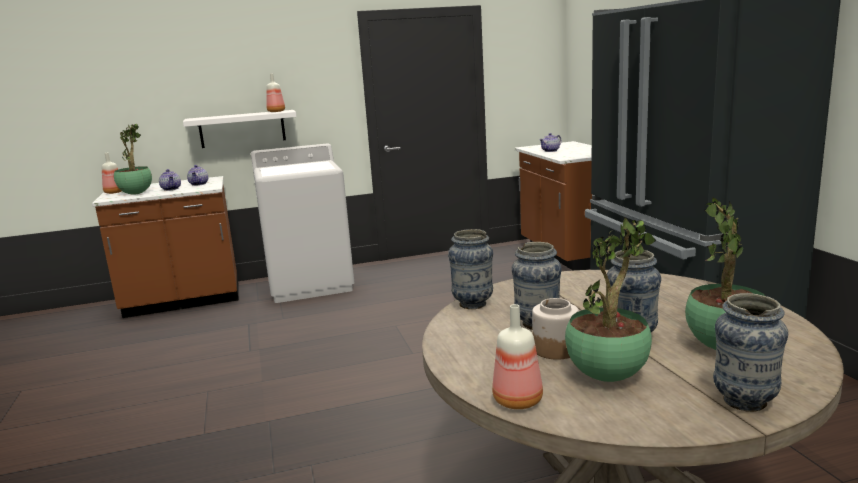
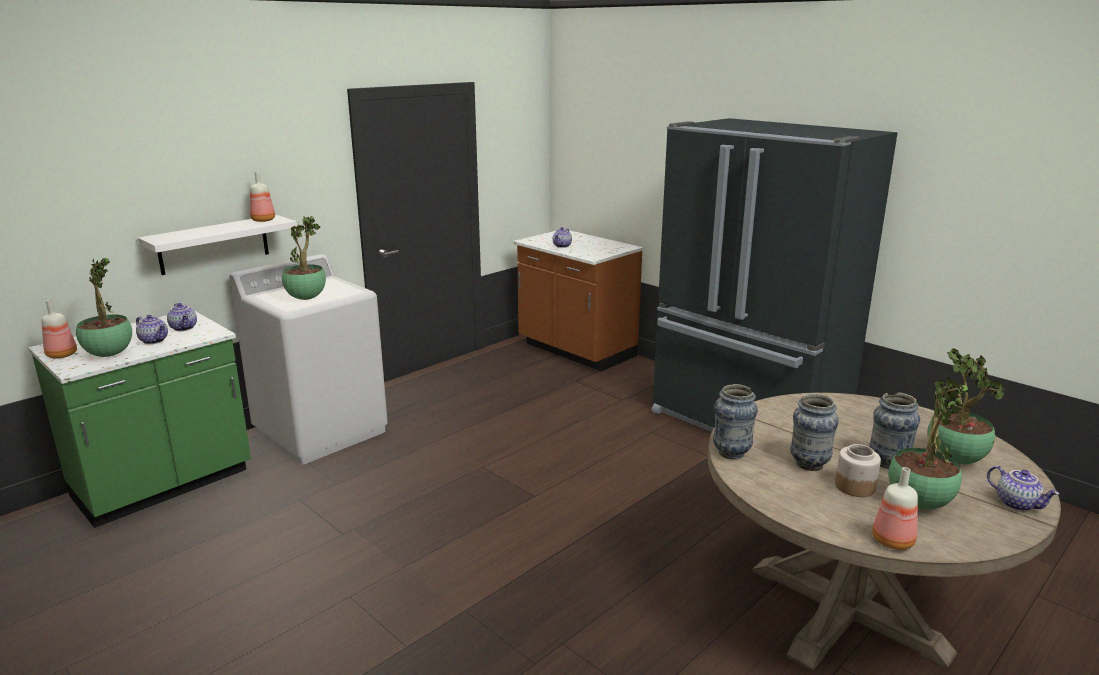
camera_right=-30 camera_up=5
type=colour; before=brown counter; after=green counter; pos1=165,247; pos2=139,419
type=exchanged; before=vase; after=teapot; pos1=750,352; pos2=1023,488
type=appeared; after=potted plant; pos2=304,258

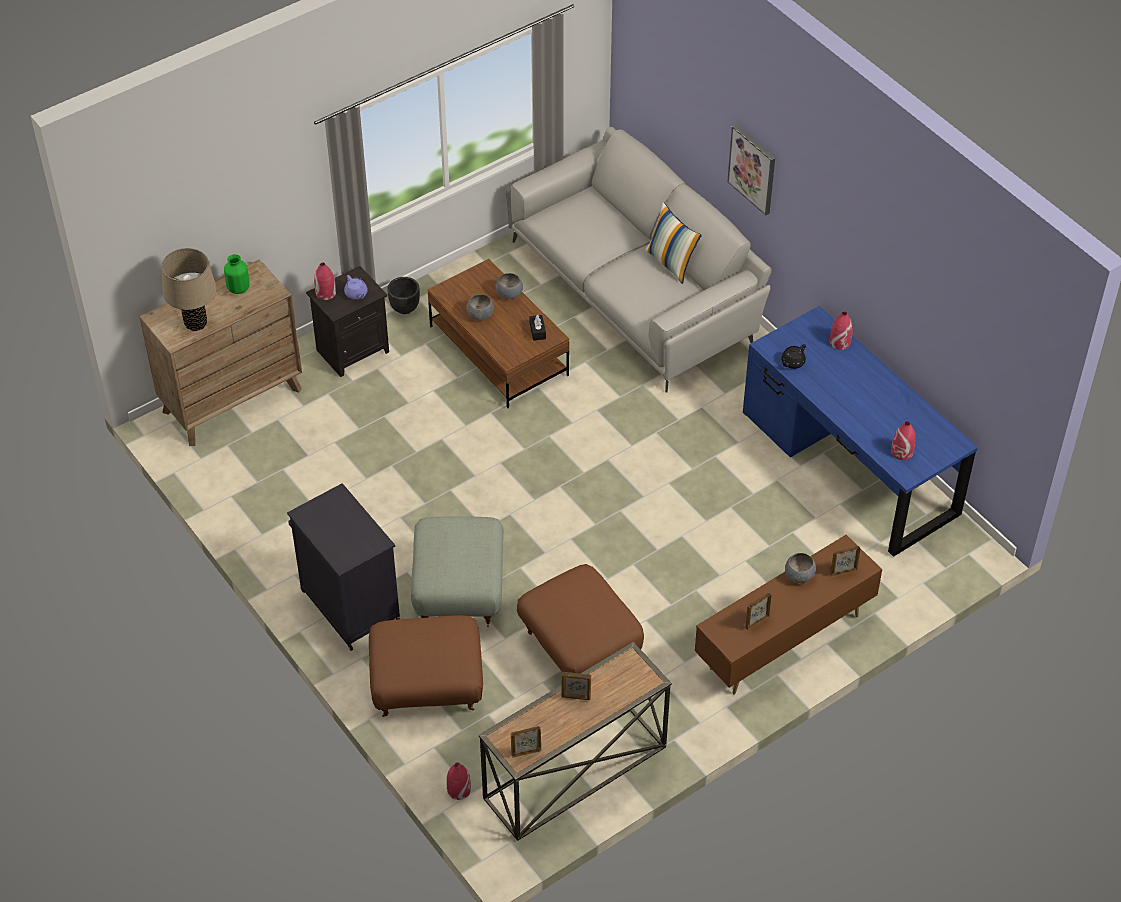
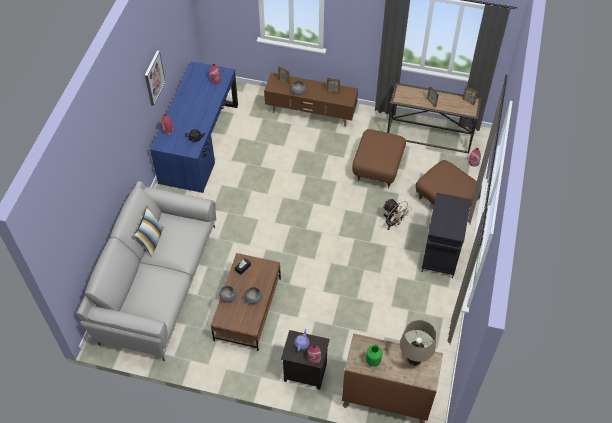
camera_right=-130 camera_up=5
type=relocated; before=picture; pos1=751,169; pos2=155,78
type=missing; before=black planter; pos1=403,295
type=exchanged; before=grey ottoman; after=beige fan; pos1=457,571; pos2=396,214

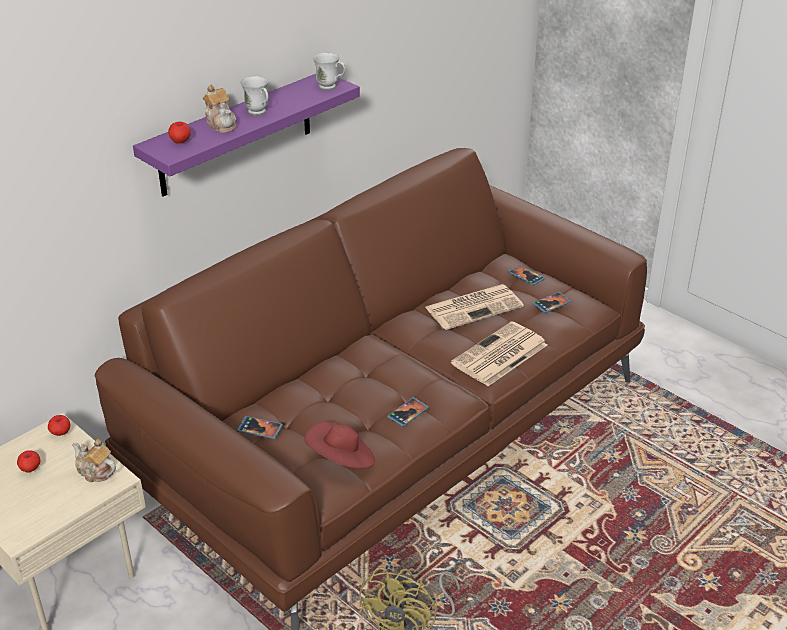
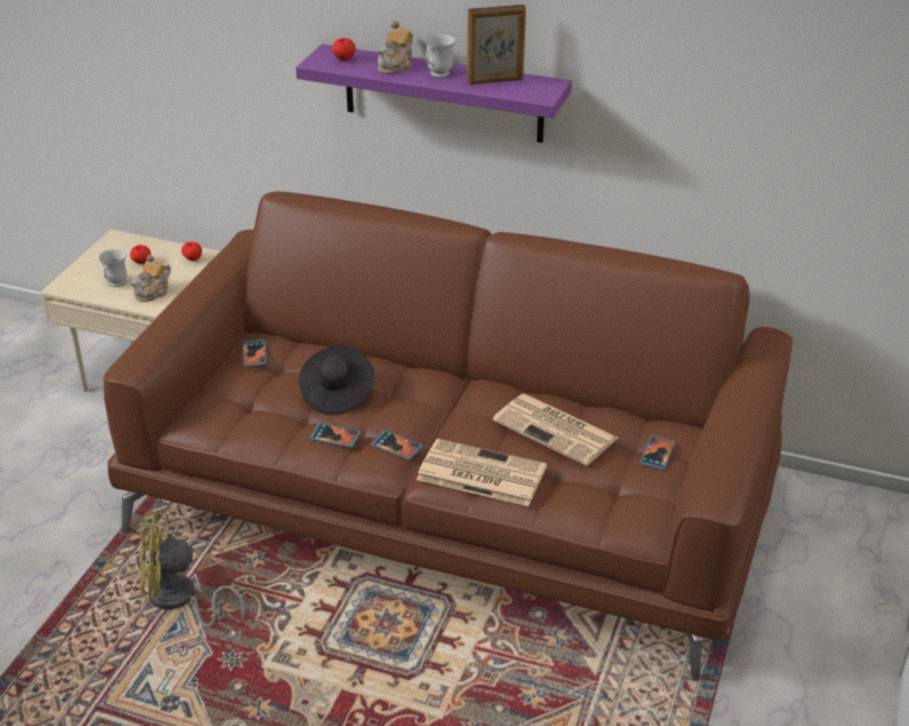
camera_right=65 camera_up=0
type=relocated; before=white mug; pos1=329,71; pos2=113,268
type=relocated; before=phone; pos1=552,302; pos2=397,445
type=missing; before=red hat; pos1=339,445
type=spun; before=teapot; pos1=94,460; pos2=150,278; turn=-150
type=appeared; after=picture frame; pos2=496,44
type=appeared; after=black hat; pos2=336,379

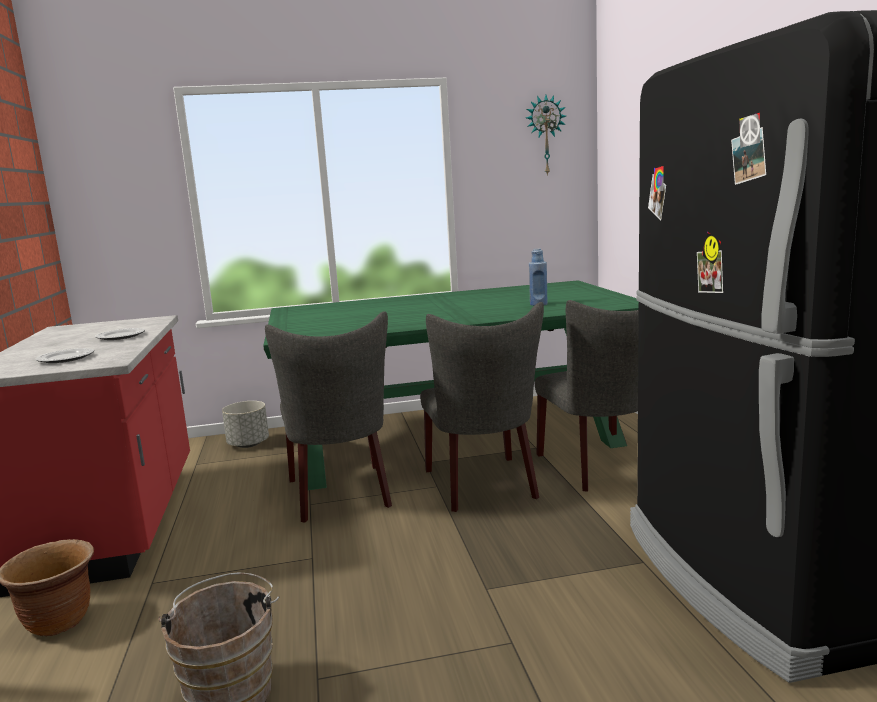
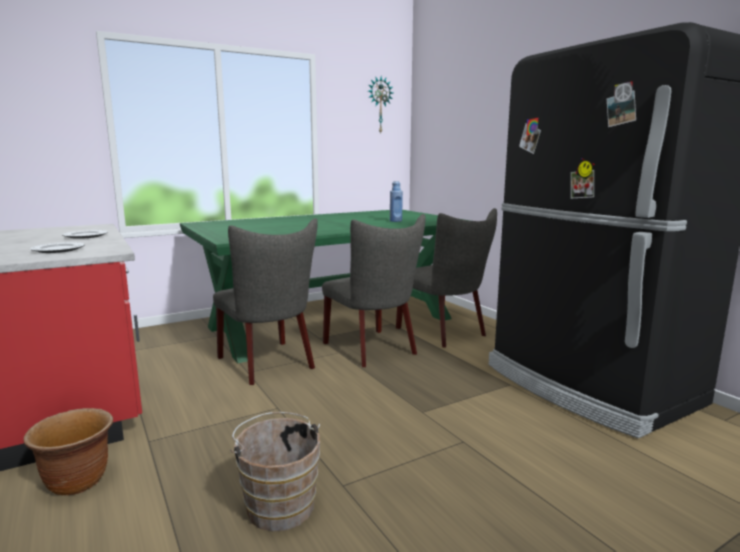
camera_right=-20 camera_up=0
type=missing; before=grey planter; pos1=245,424

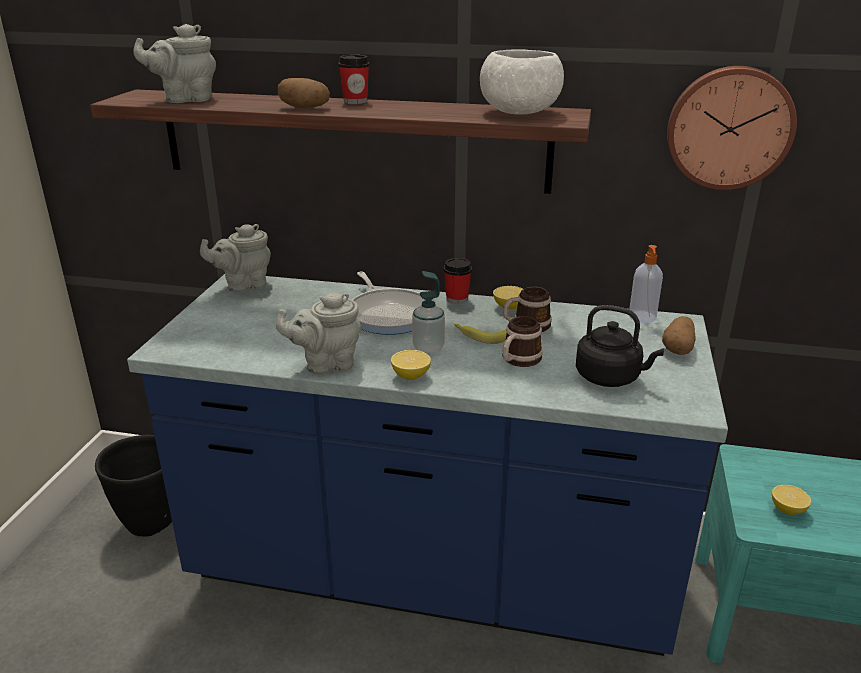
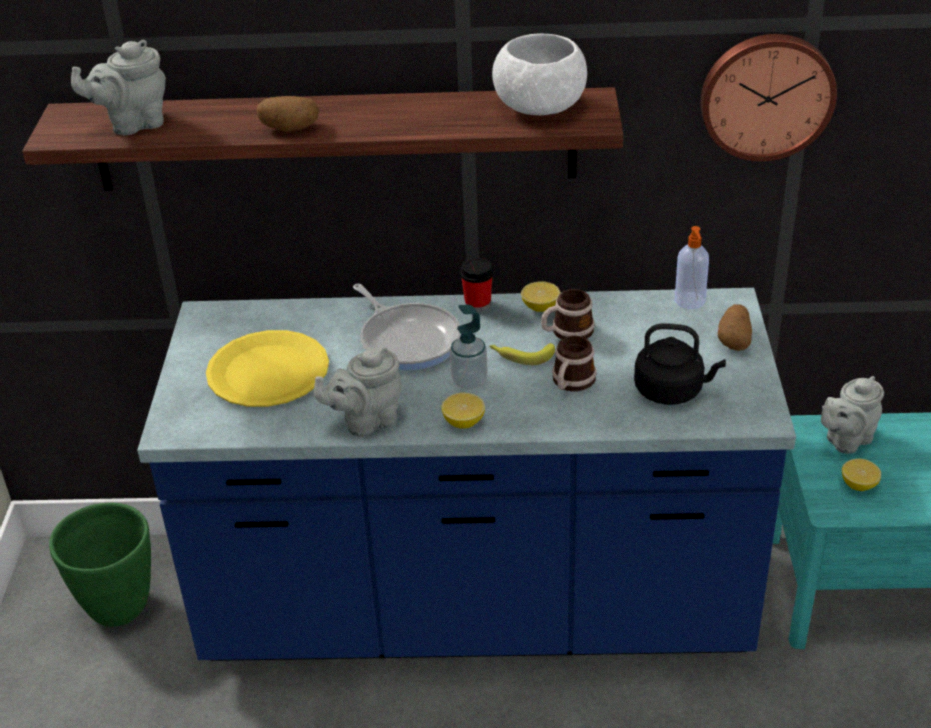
camera_right=-10 camera_up=10
type=missing; before=cup; pos1=354,79
type=relocated; before=grey teapot; pos1=235,258; pos2=852,415
type=colour; before=black planter; after=green planter; pos1=133,485; pos2=100,565
type=appeared; after=yellow plate; pos2=267,368

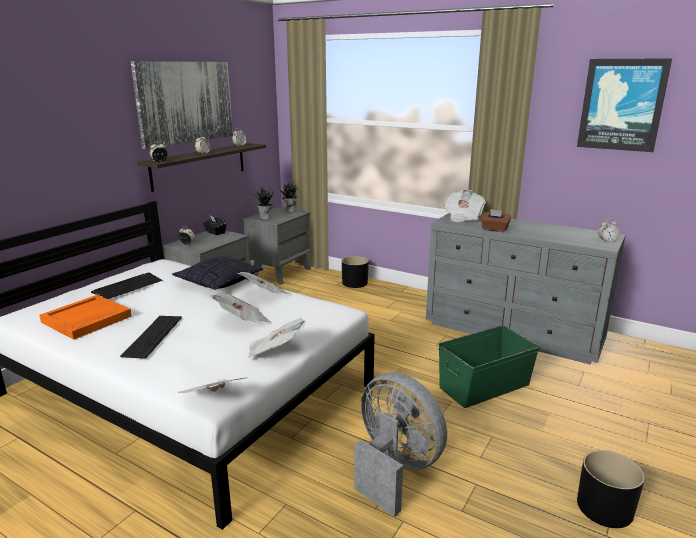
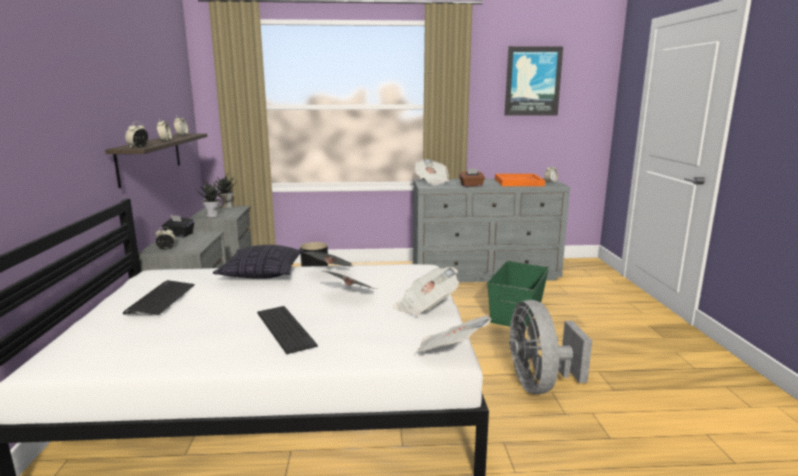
camera_right=-35 camera_up=-5
type=missing; before=picture; pos1=181,105
type=relocated; before=orange tray; pos1=85,317; pos2=520,180
type=spun; before=grey fan; pos1=400,444; pos2=550,347; turn=-105
type=missing; before=black planter; pos1=611,489

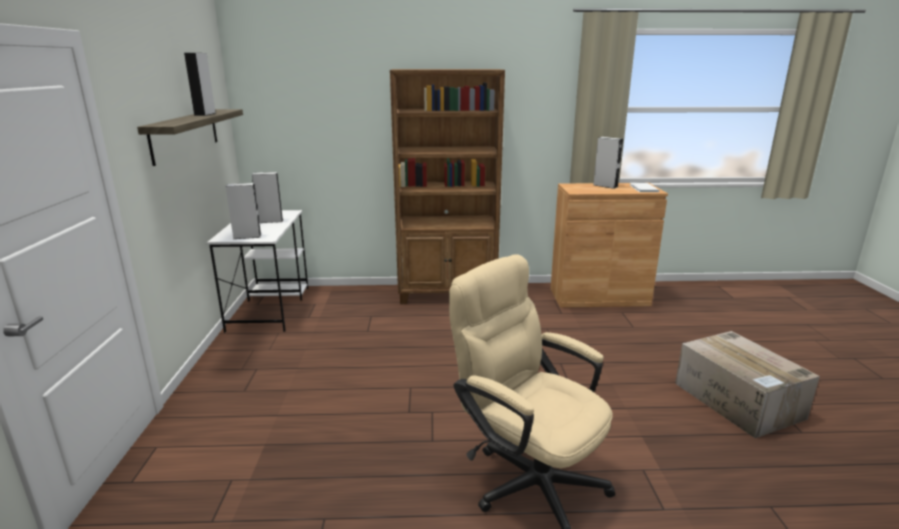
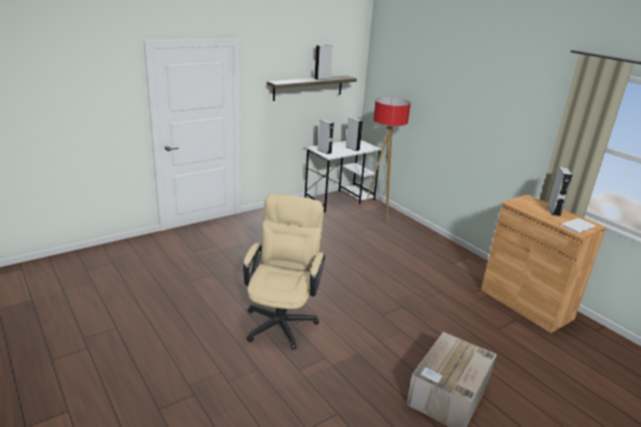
camera_right=55 camera_up=5
type=missing; before=brown bookcase; pos1=447,186
type=appeared; after=floor lamp; pos2=387,159

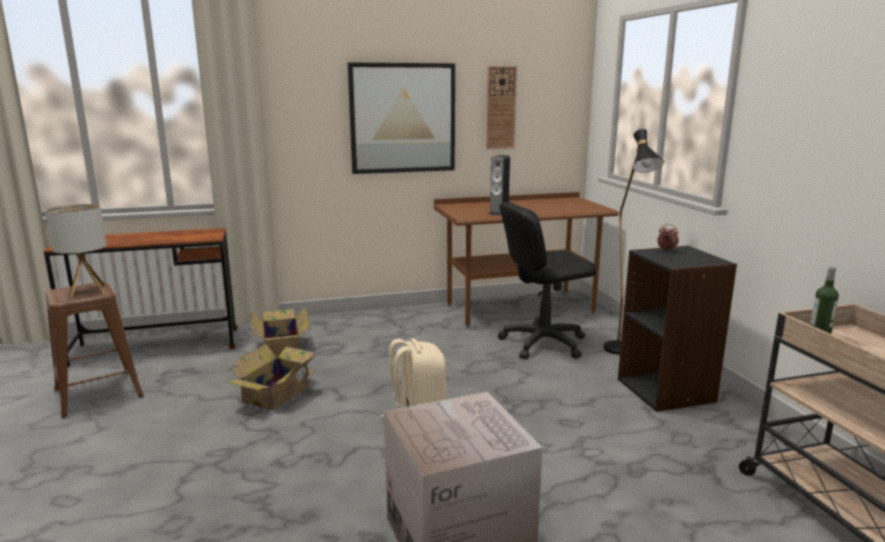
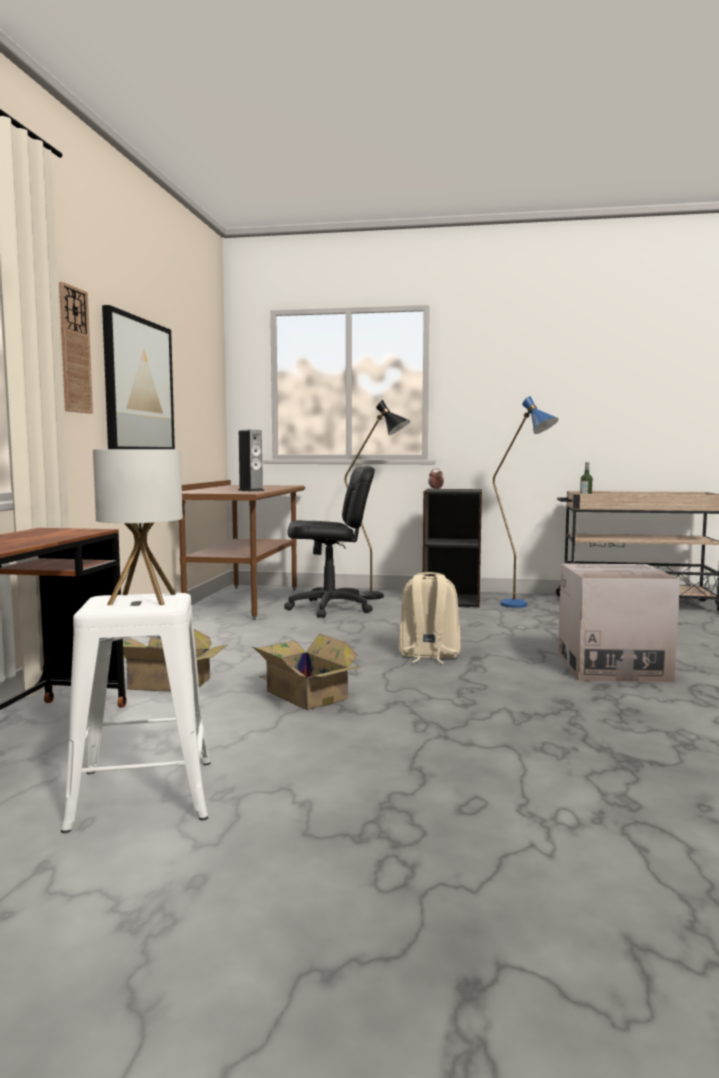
camera_right=-65 camera_up=-10
type=relocated; before=wall clock; pos1=501,107; pos2=76,348
type=spun; before=black office chair; pos1=547,280; pos2=329,542; turn=-105
type=colour; before=brown stool; after=white stool; pos1=94,350; pos2=135,713
type=appeared; after=blue floor lamp; pos2=525,502

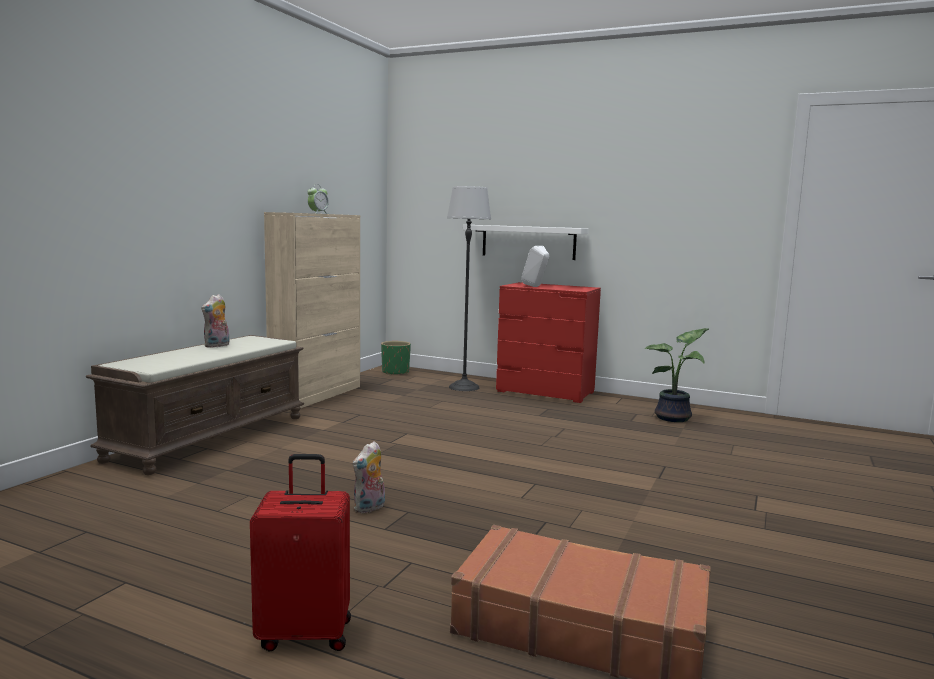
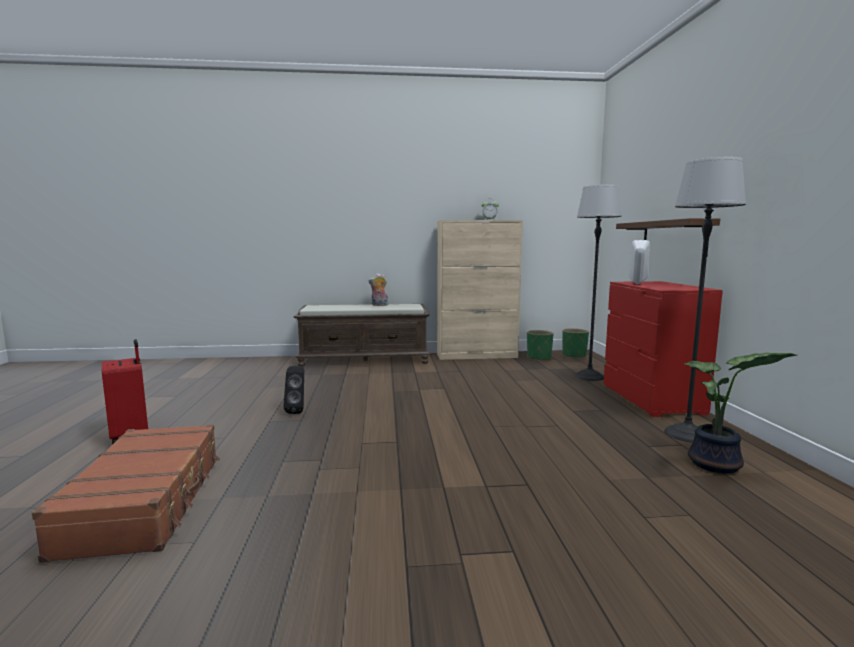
camera_right=60 camera_up=0
type=colour; before=white shelf; after=brown shelf; pos1=526,242; pos2=668,236
type=exchanged; before=plush toy; after=black speaker; pos1=369,477; pos2=294,390
type=appeared; after=floor lamp; pos2=705,299
type=appeared; after=green planter; pos2=540,345

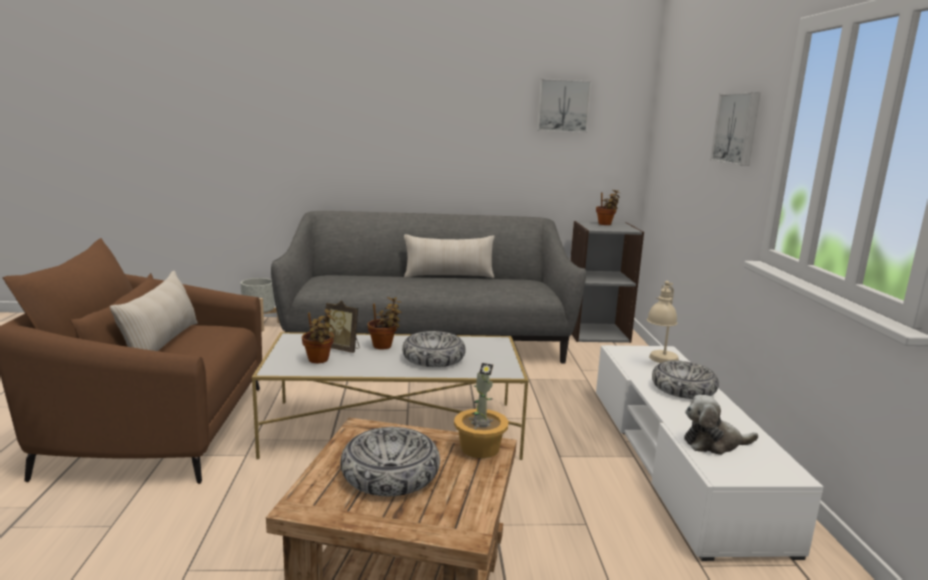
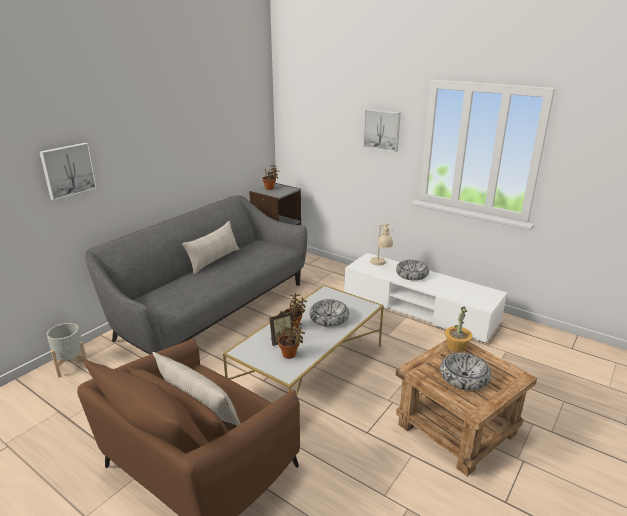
camera_right=-50 camera_up=10
type=relocated; before=picture; pos1=564,106; pos2=68,172
type=missing; before=plush toy; pos1=721,425

